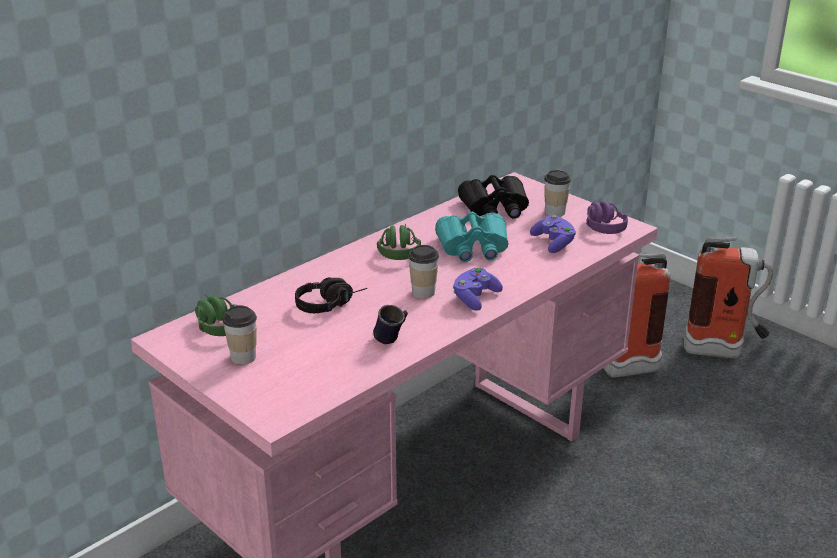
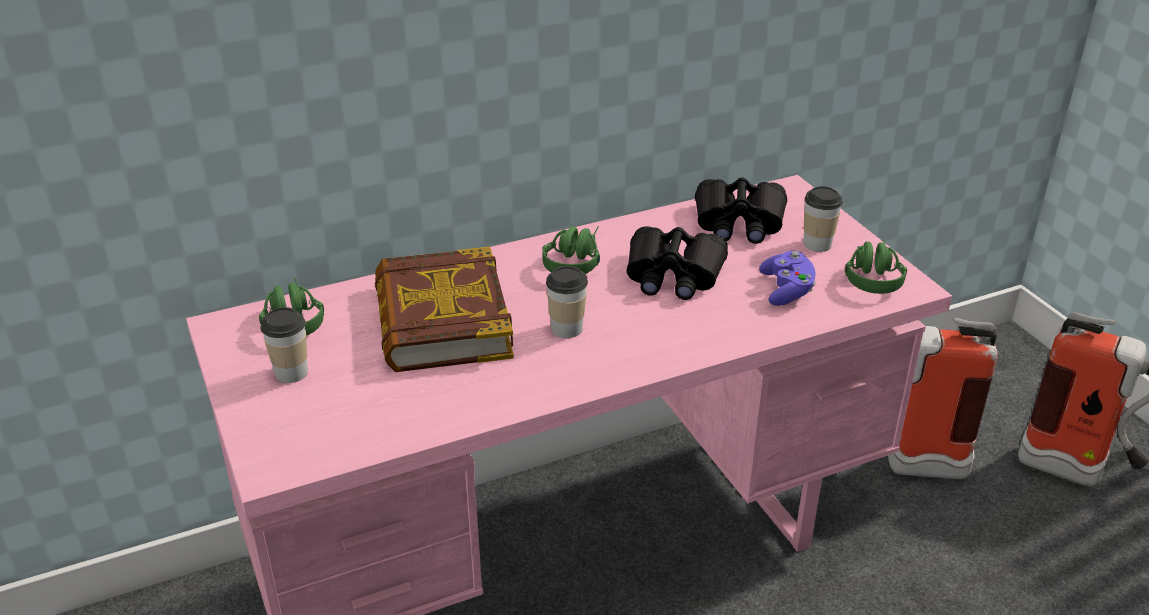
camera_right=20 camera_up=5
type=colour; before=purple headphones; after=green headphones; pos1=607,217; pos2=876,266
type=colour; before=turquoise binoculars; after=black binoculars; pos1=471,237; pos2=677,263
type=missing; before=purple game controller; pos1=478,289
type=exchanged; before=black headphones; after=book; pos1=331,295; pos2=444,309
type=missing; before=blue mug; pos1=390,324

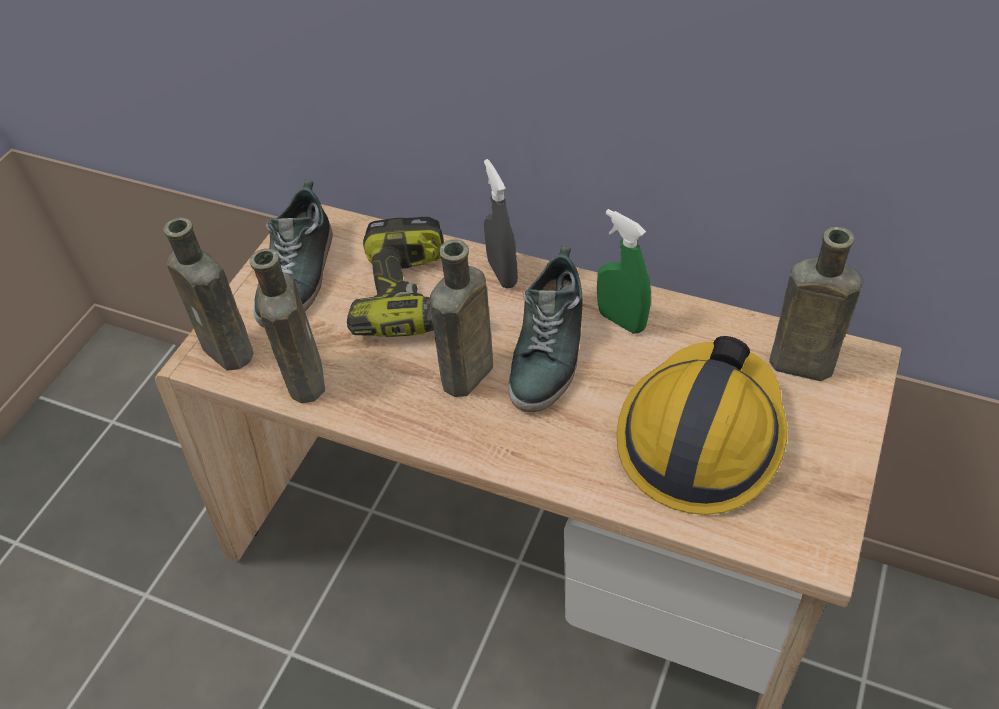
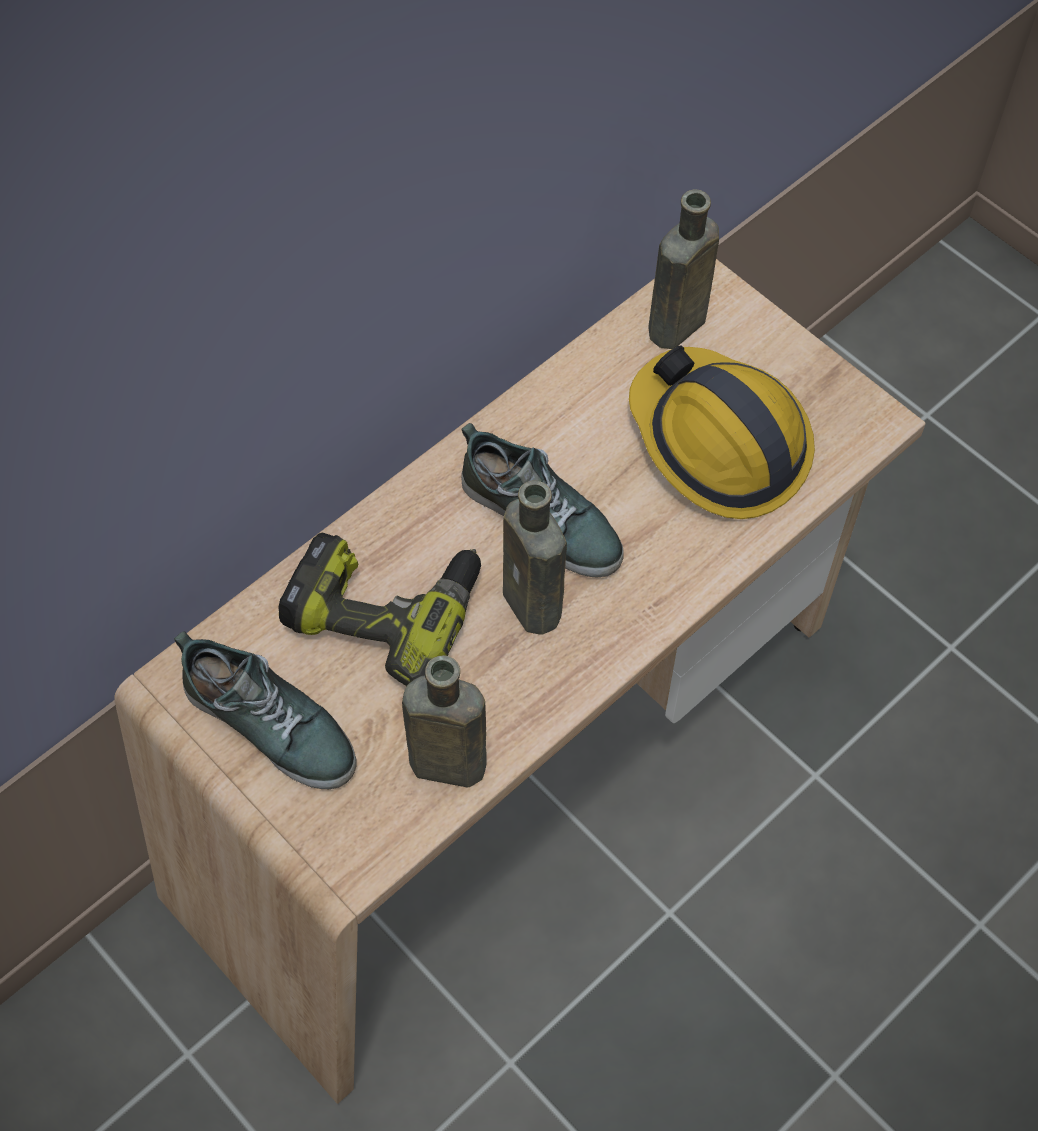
camera_right=-70 camera_up=10
type=missing; before=grey spray bottle; pos1=501,224
type=missing; before=green spray bottle; pos1=624,271
type=missing; before=brown bottle; pos1=208,294

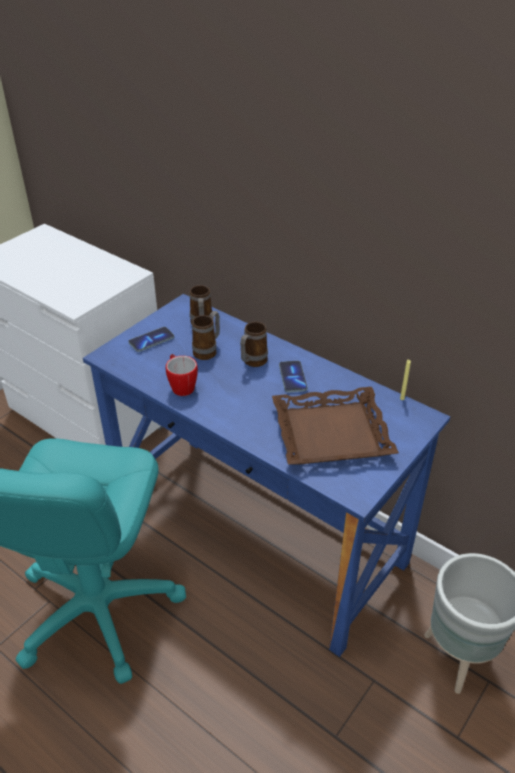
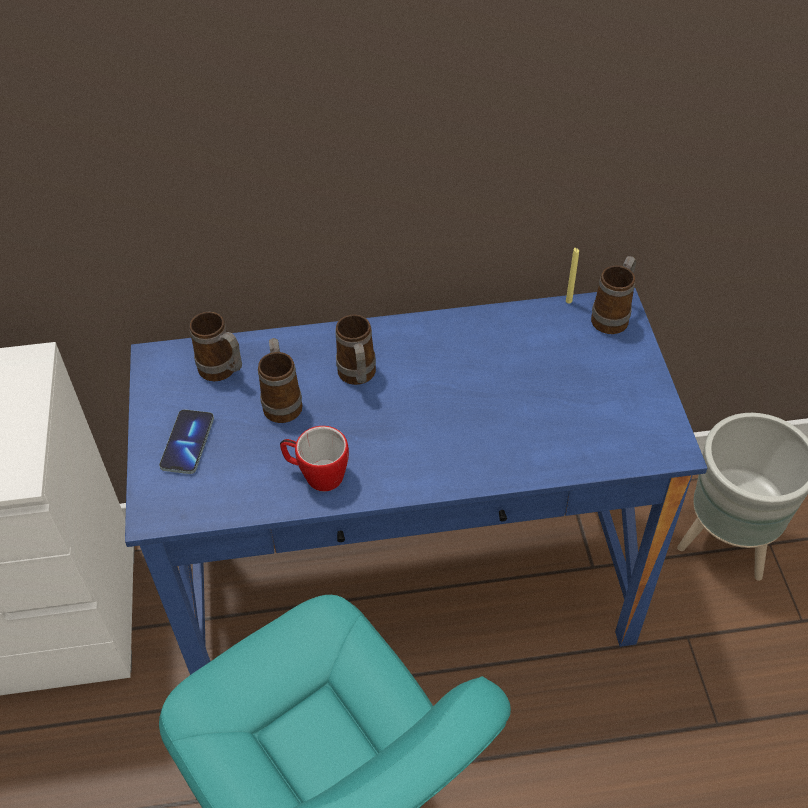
camera_right=-45 camera_up=10
type=missing; before=phone; pos1=293,377
type=missing; before=brown tray; pos1=335,426
type=appeared; after=mug; pos2=613,295

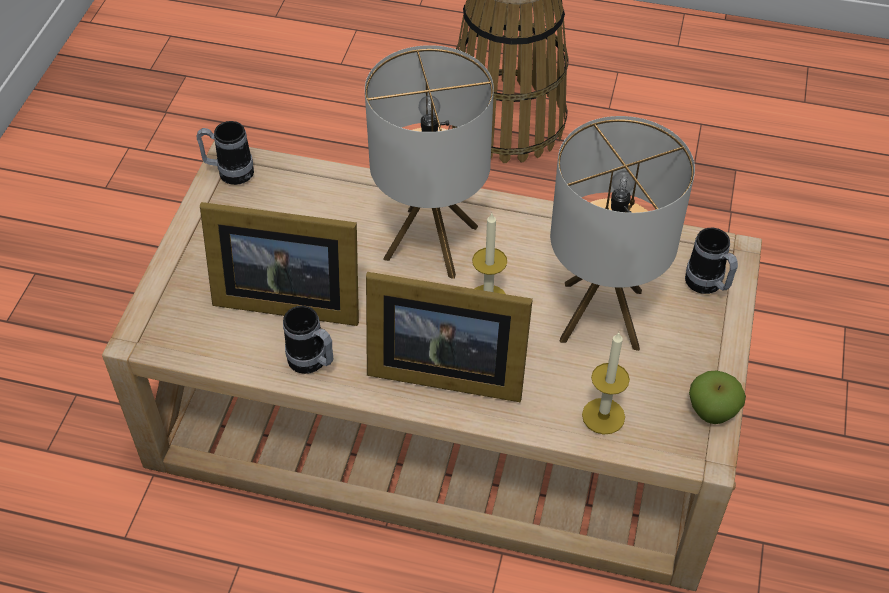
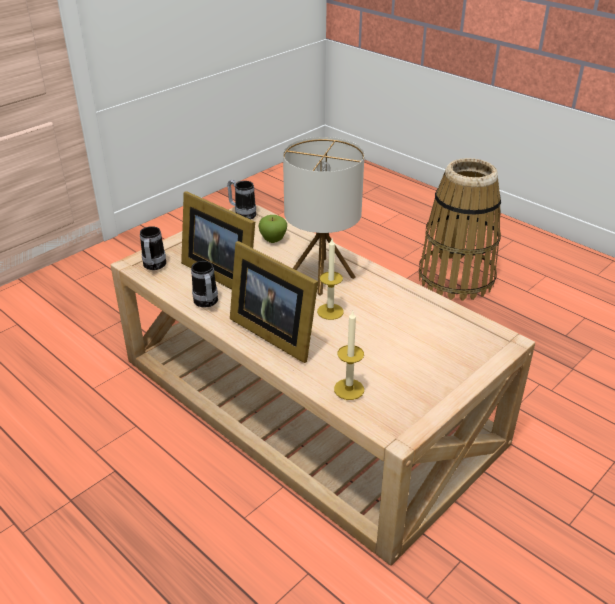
camera_right=30 camera_up=-15
type=missing; before=table lamp; pos1=622,233
type=relocated; before=mug; pos1=711,261; pos2=153,248
type=relocated; before=apple; pos1=717,397; pos2=272,229

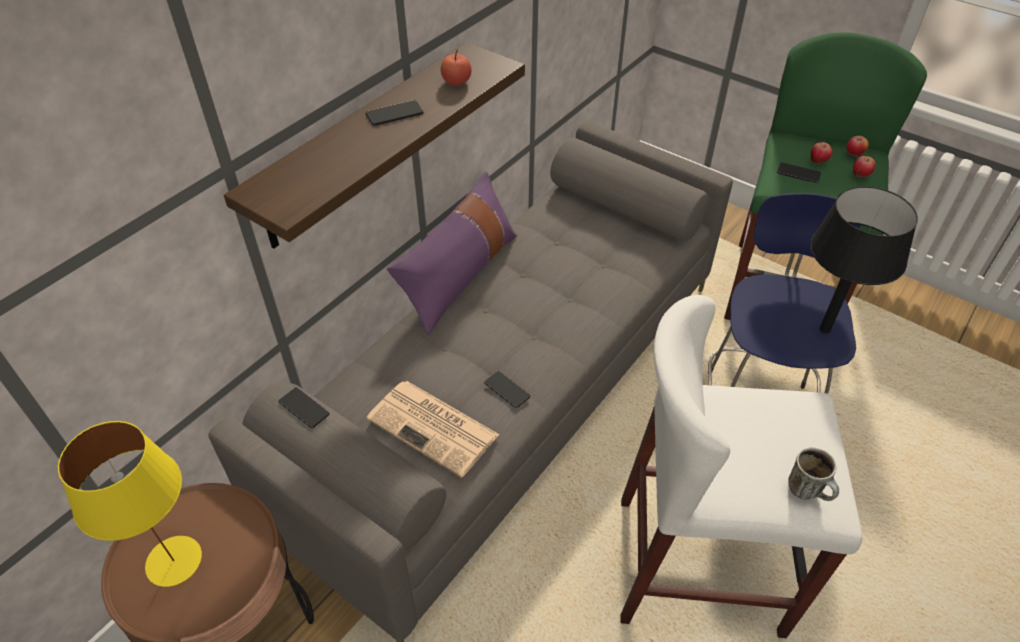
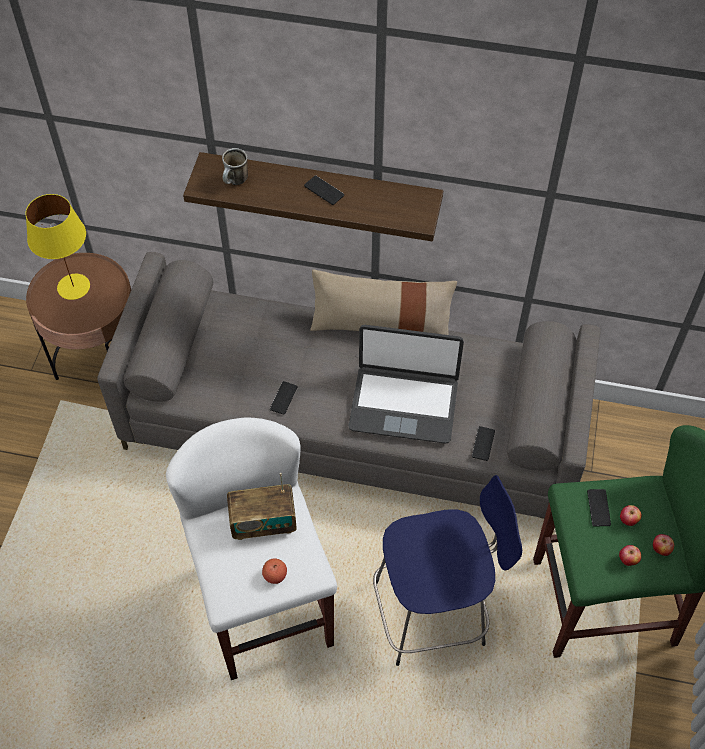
camera_right=65 camera_up=10
type=relocated; before=apple; pos1=456,67; pos2=274,571
type=colour; before=purple pillow; after=beige pillow; pos1=452,253; pos2=383,302
type=missing; before=black table lamp; pos1=864,260
type=missing; before=newspaper; pos1=433,429
type=relocated; before=phone; pos1=304,407; pos2=483,443
type=relocated; before=mug; pos1=813,474; pos2=235,166
type=appeared; after=laptop; pos2=406,384
type=appeared; after=radio; pos2=262,506

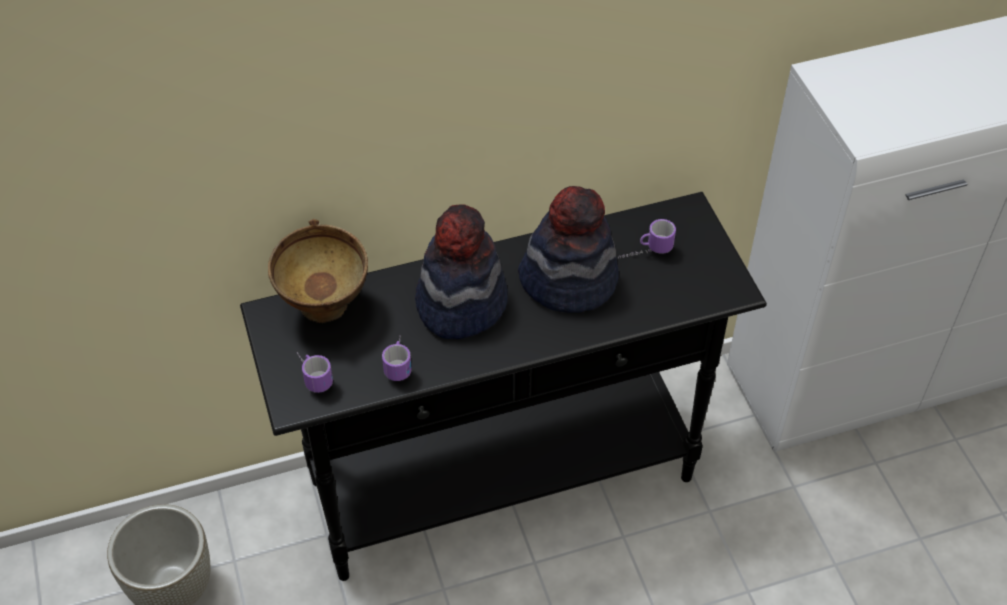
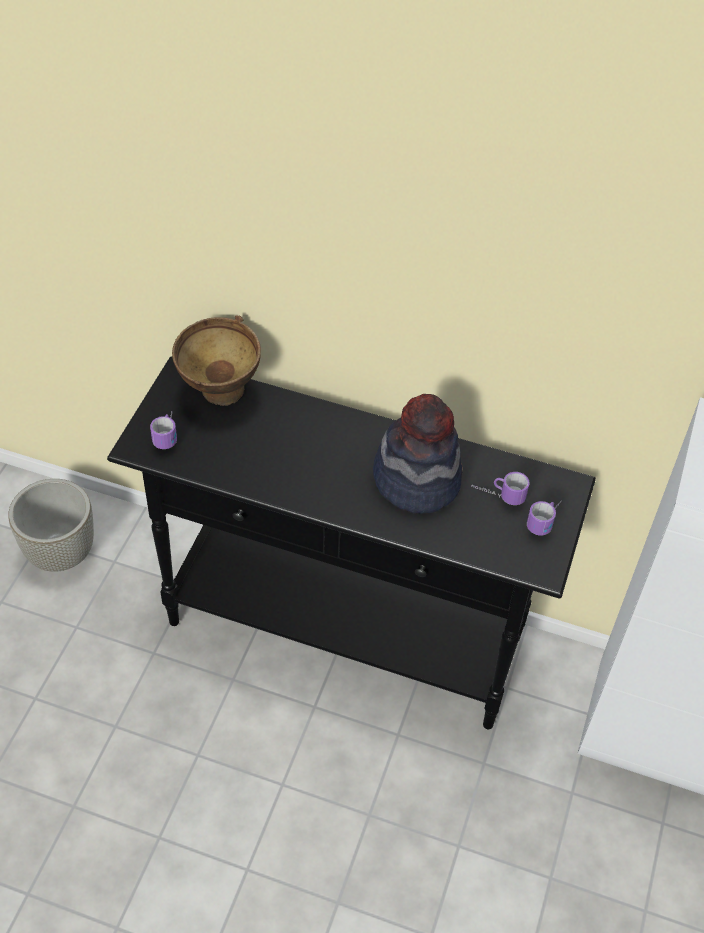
camera_right=35 camera_up=0
type=missing; before=hat; pos1=461,272
type=relocated; before=mug; pos1=397,358; pos2=544,518

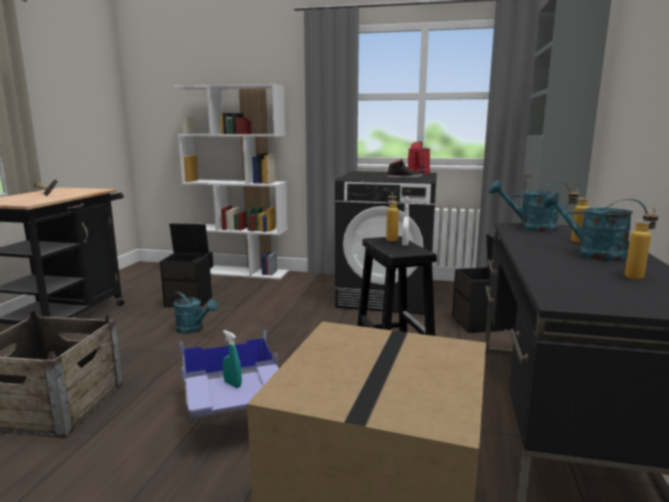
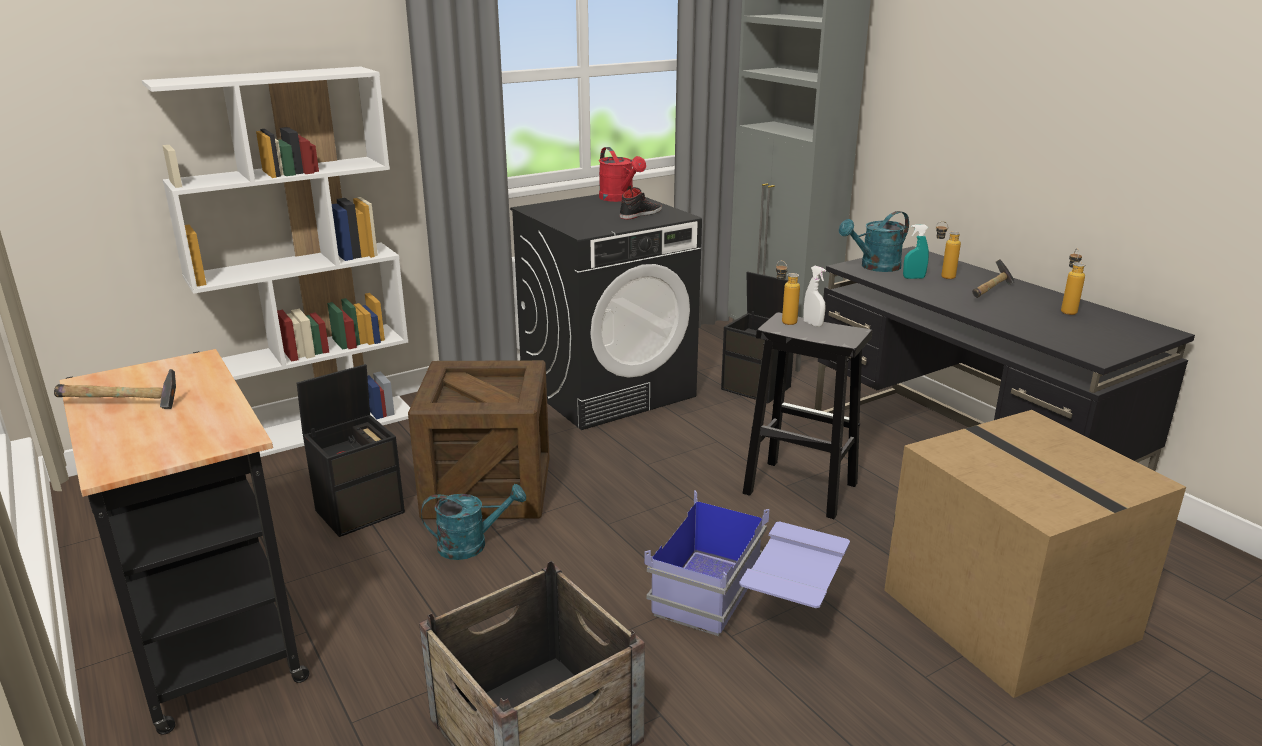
camera_right=-45 camera_up=10
type=exchanged; before=turquoise watering can; after=hammer; pos1=595,226; pos2=993,278
type=relocated; before=turquoise spray bottle; pos1=232,359; pos2=916,251
type=appeared; after=crate; pos2=479,439

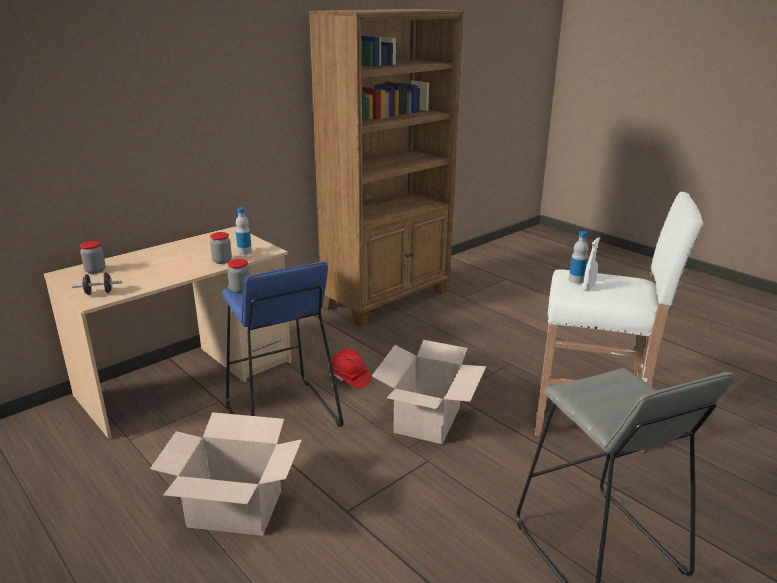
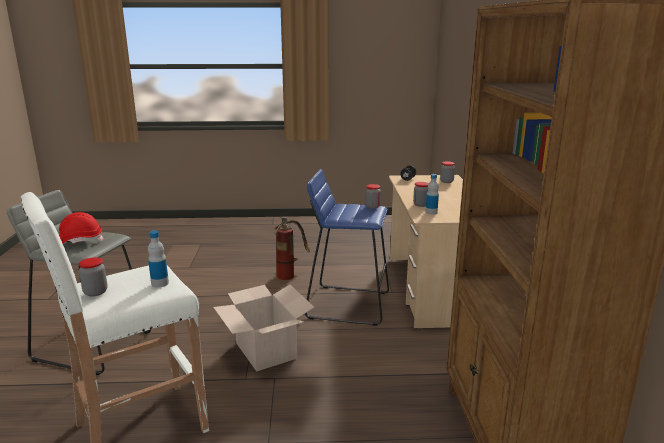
camera_right=130 camera_up=-5
type=missing; before=white spray bottle; pos1=591,263
type=relocated; before=red hard hat; pos1=350,368; pos2=81,228
type=exchanged; before=cardboard box; after=fire extinguisher; pos1=226,474; pos2=292,248
type=appeared; after=jar; pos2=92,277

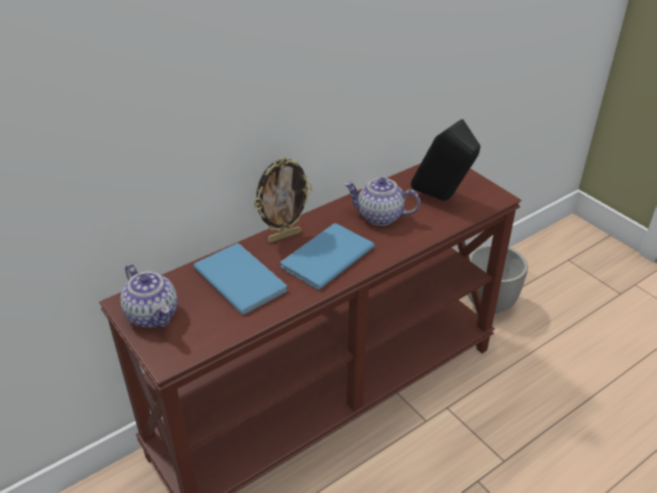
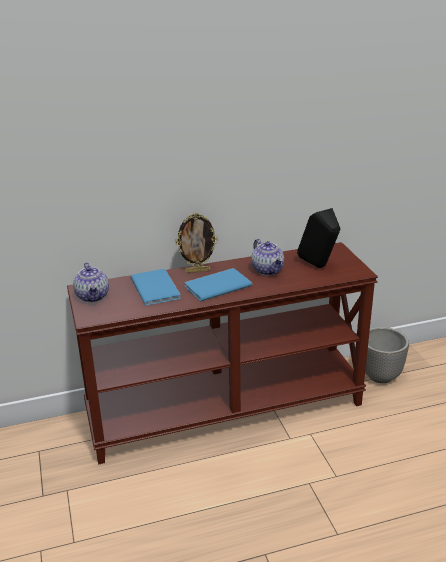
camera_right=20 camera_up=-10
type=spun; before=teapot; pos1=382,202; pos2=267,257; turn=-150

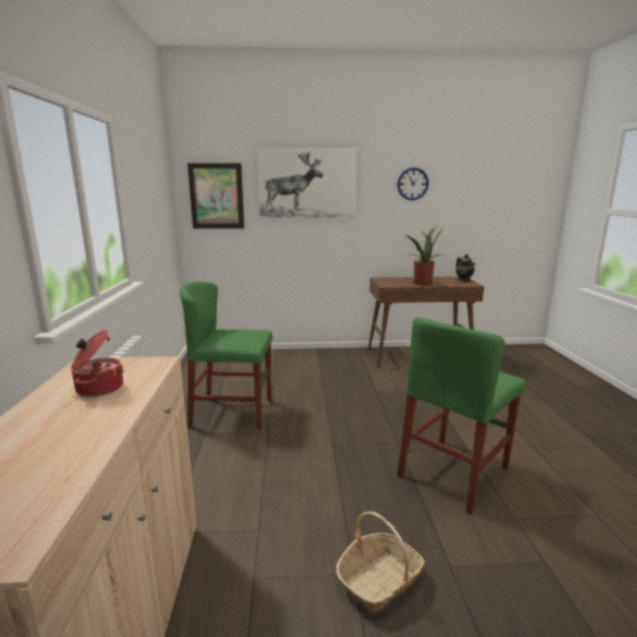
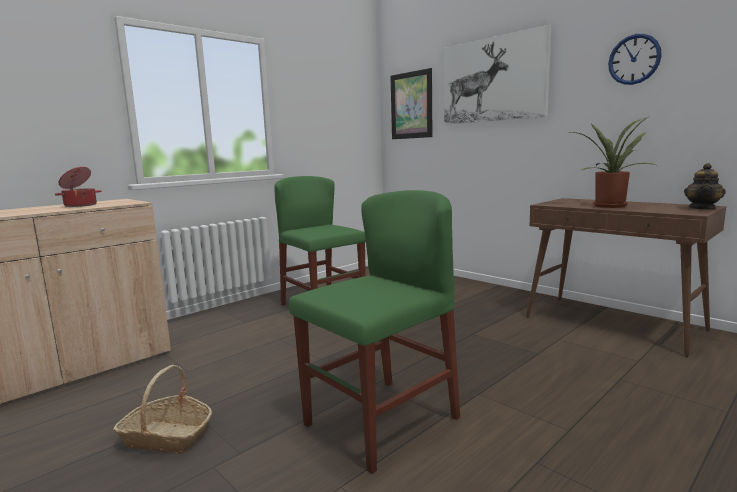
camera_right=50 camera_up=-5
type=spun; before=green chair; pos1=461,415; pos2=374,332; turn=135

